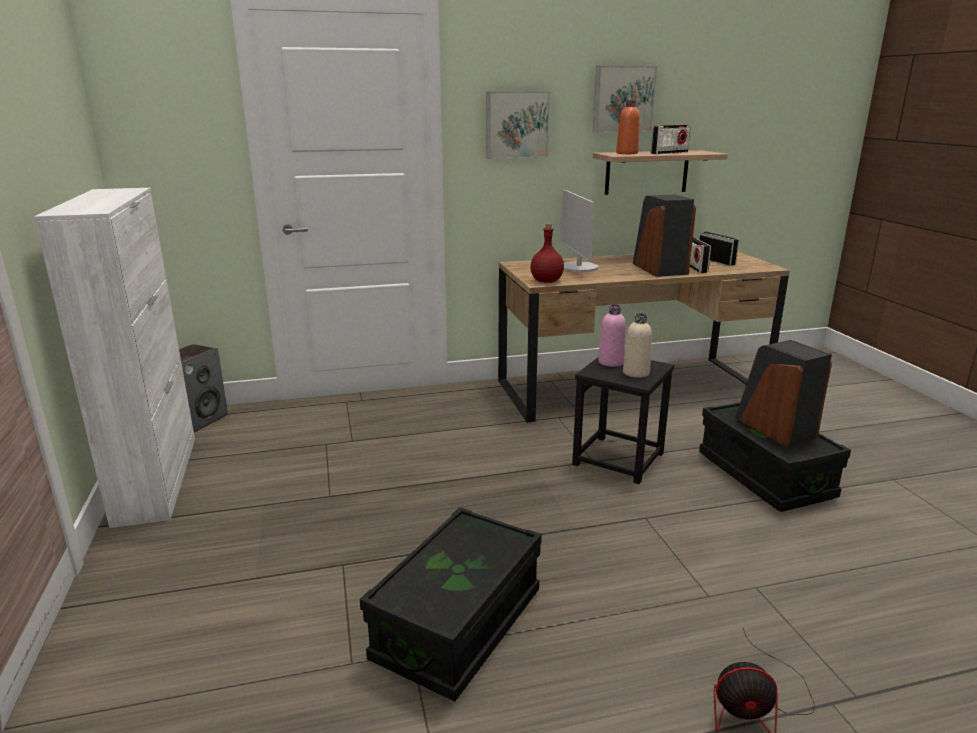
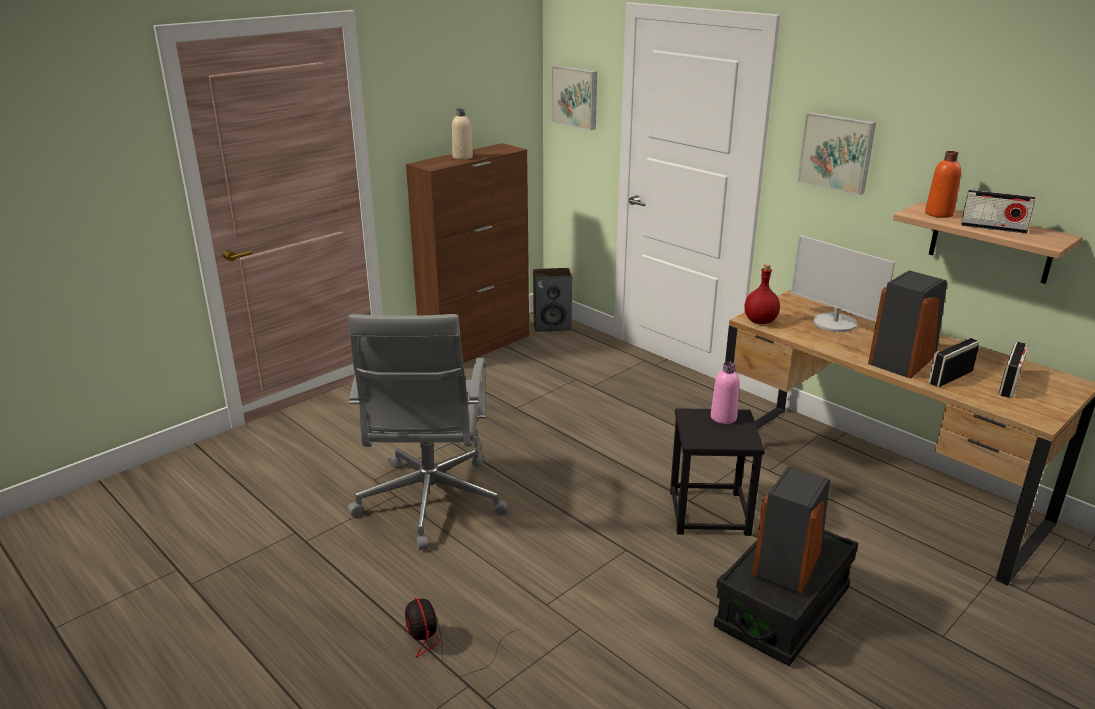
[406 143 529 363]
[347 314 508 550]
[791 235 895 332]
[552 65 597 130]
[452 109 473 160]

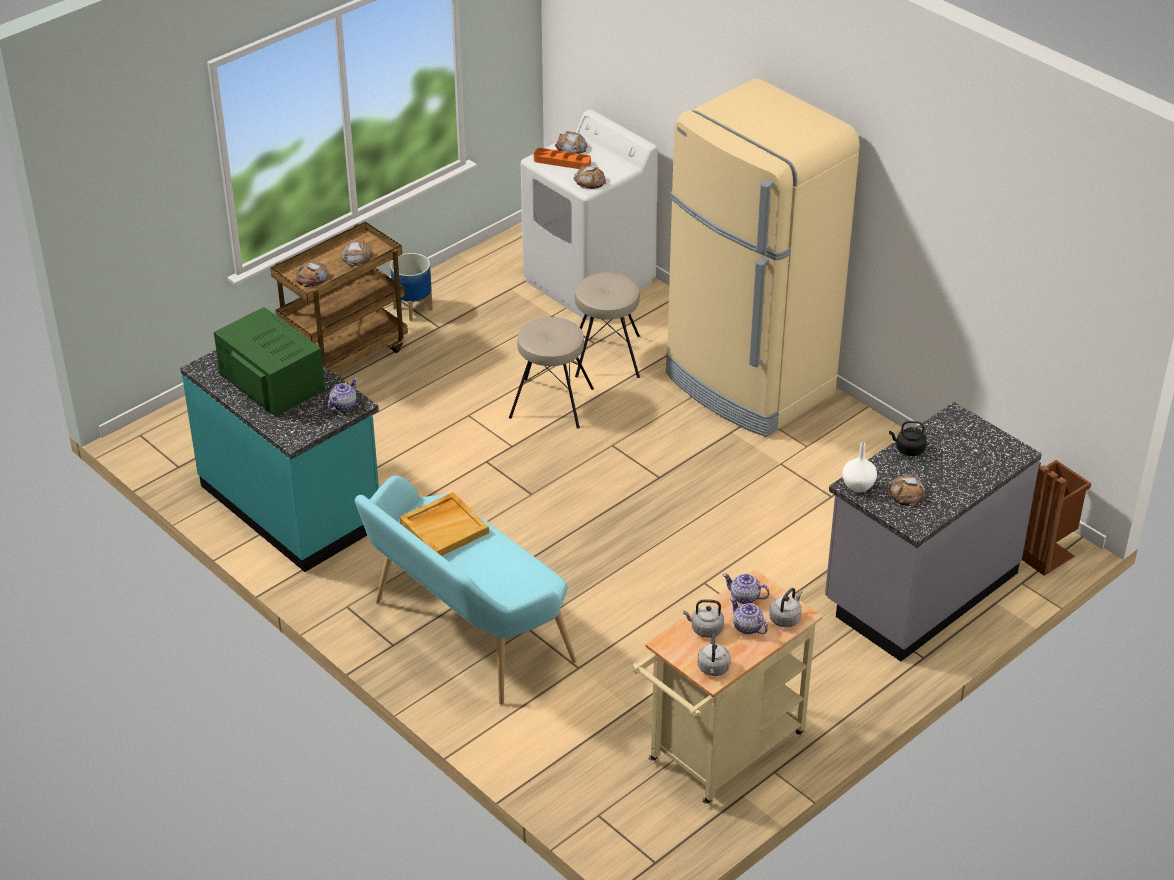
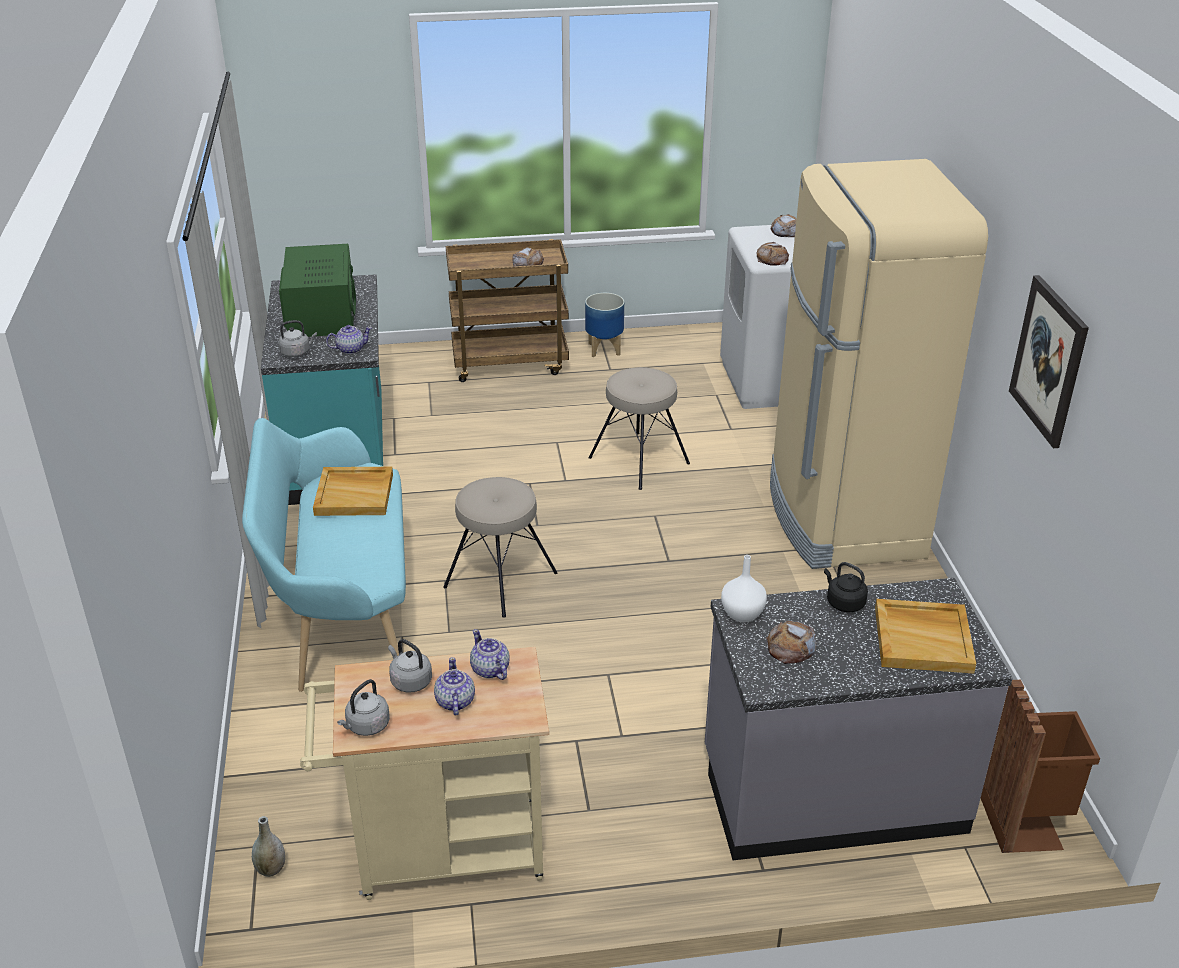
[296 261 328 287] (first image)
[534 148 591 169] (first image)
[443 477 557 618]
[278 320 317 357]
[252 816 285 877]
[875 599 976 674]
[1009 275 1089 448]

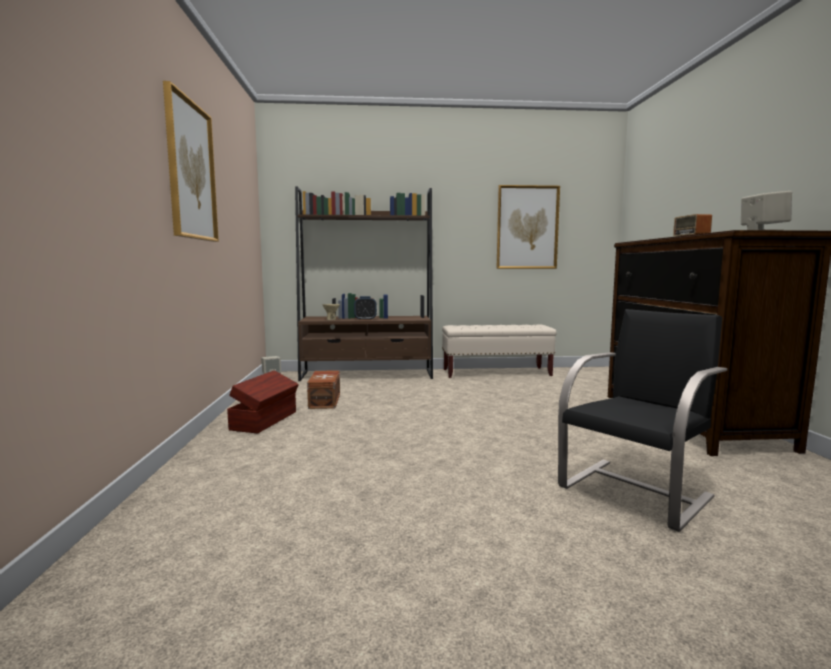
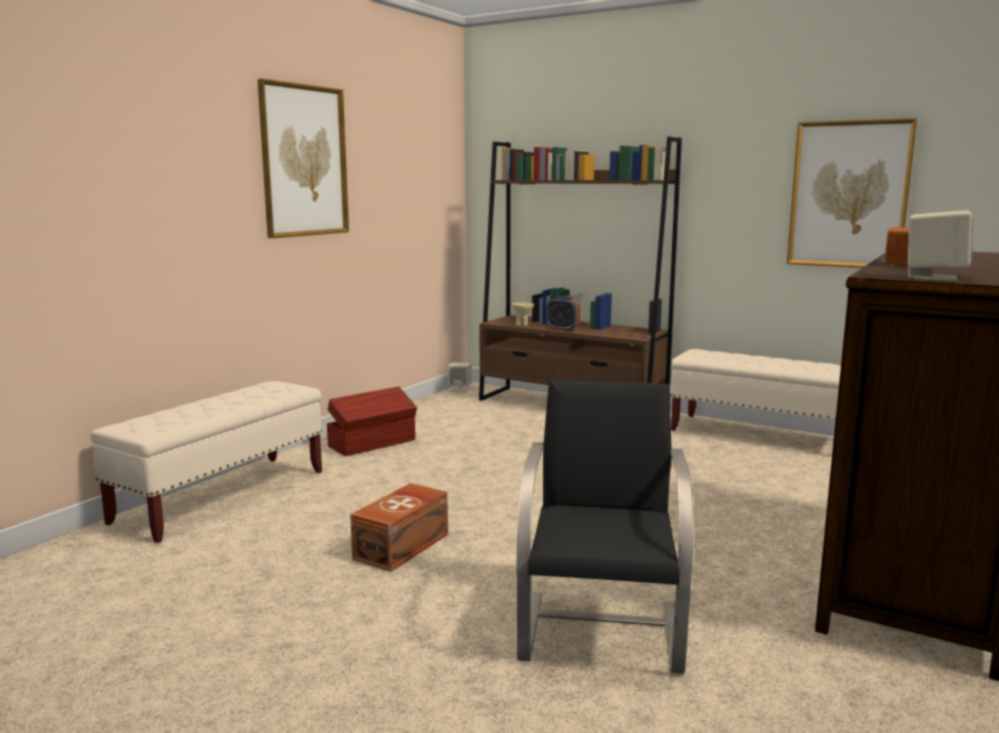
[350 483 448 572]
[517 380 693 674]
[90 381 322 543]

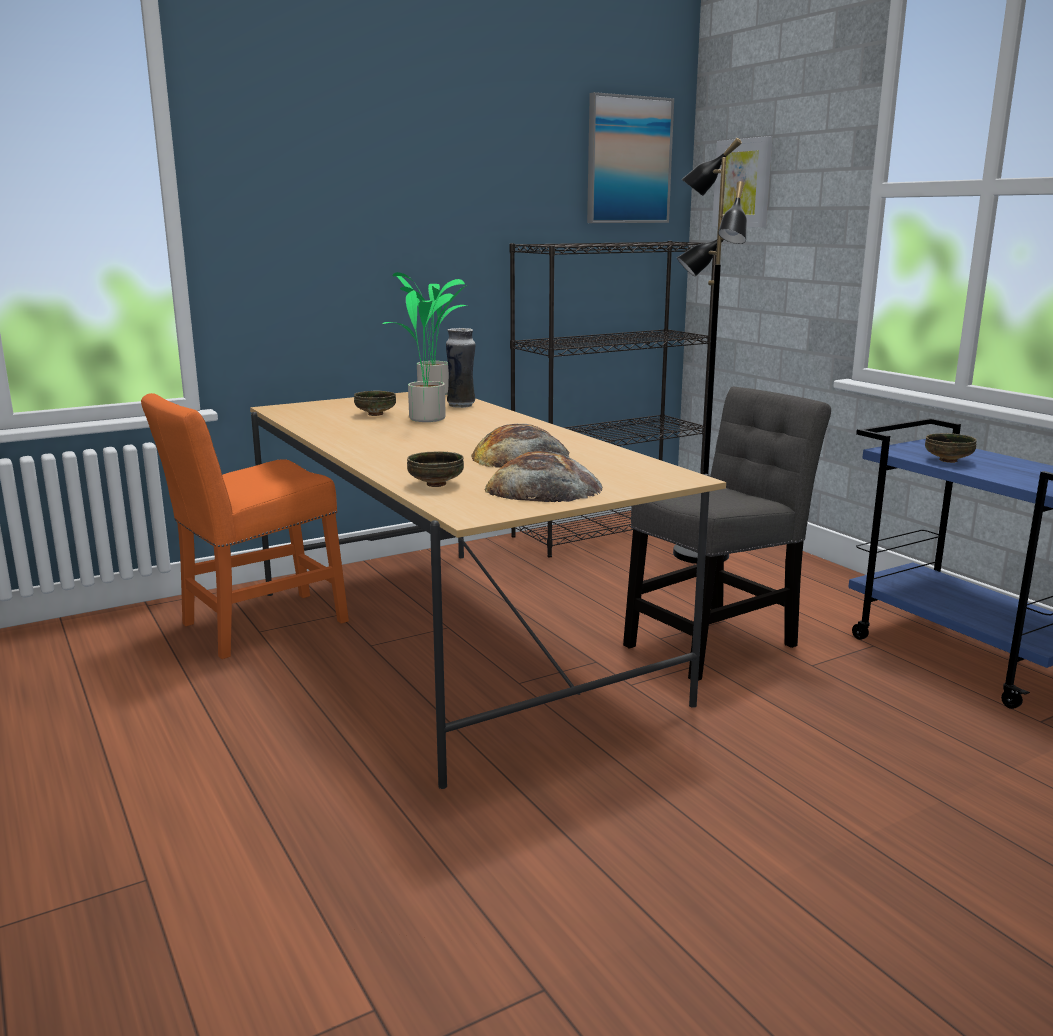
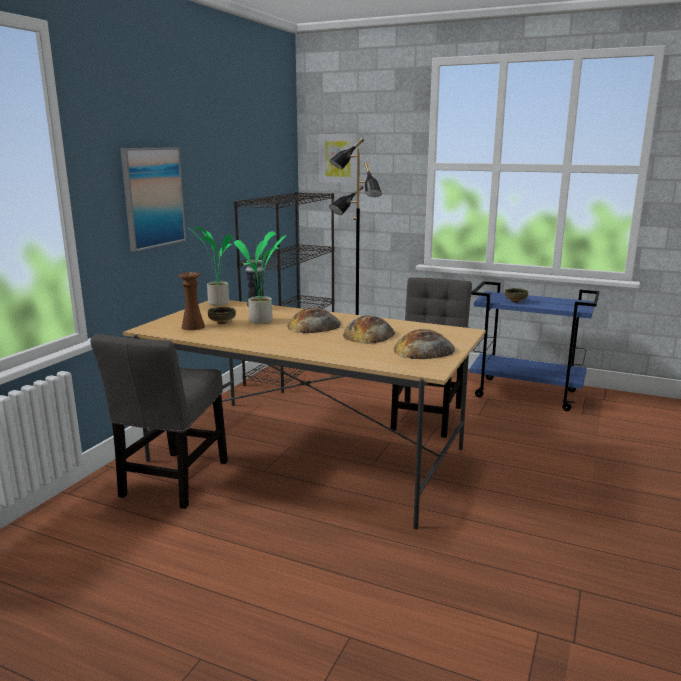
[90 334 228 509]
[407 451 464 487] (first image)
[120 147 186 252]
[179 272 205 330]
[287 307 341 333]

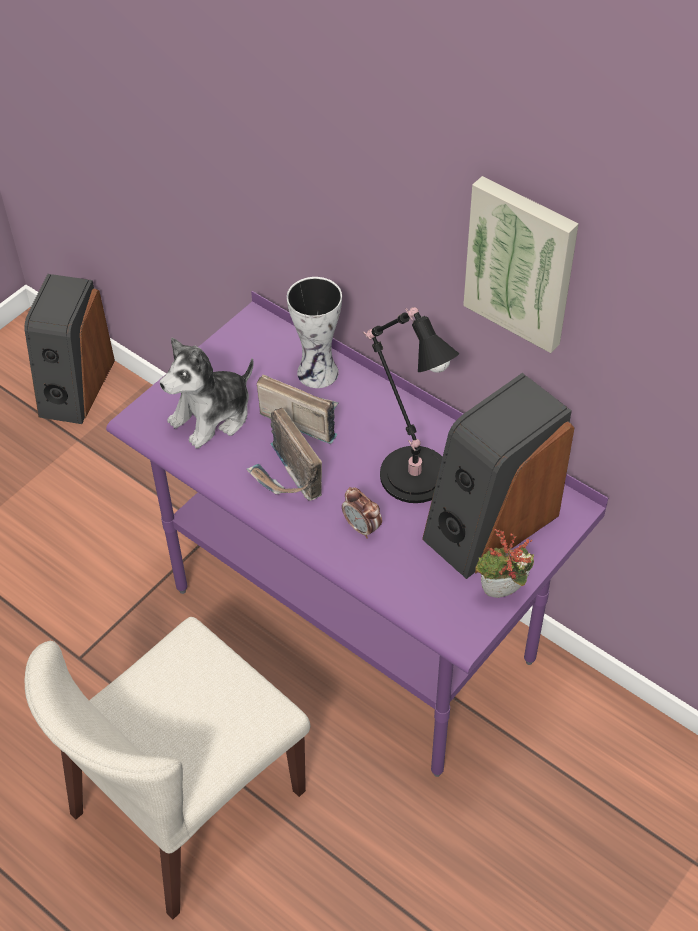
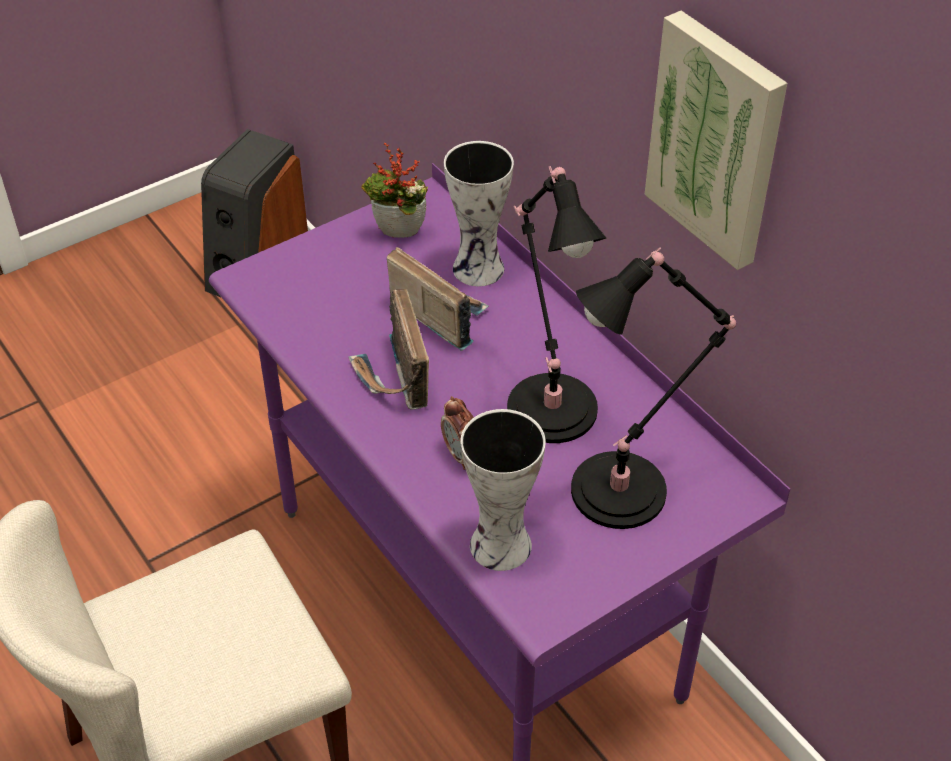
[160 337 254 449] (first image)
[571 247 736 529]
[361 143 428 238]
[460 409 546 571]

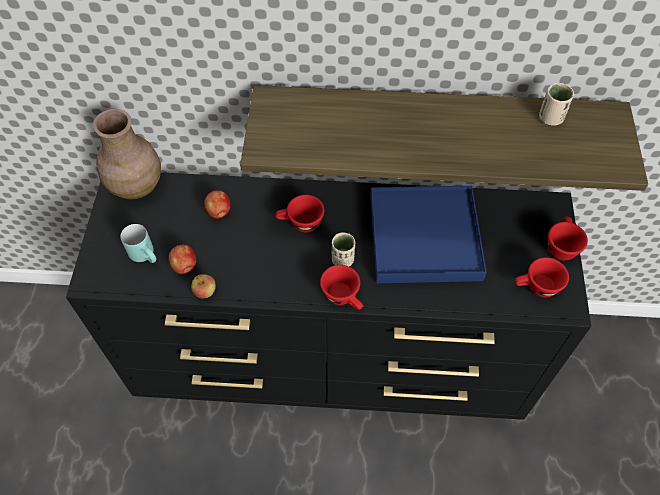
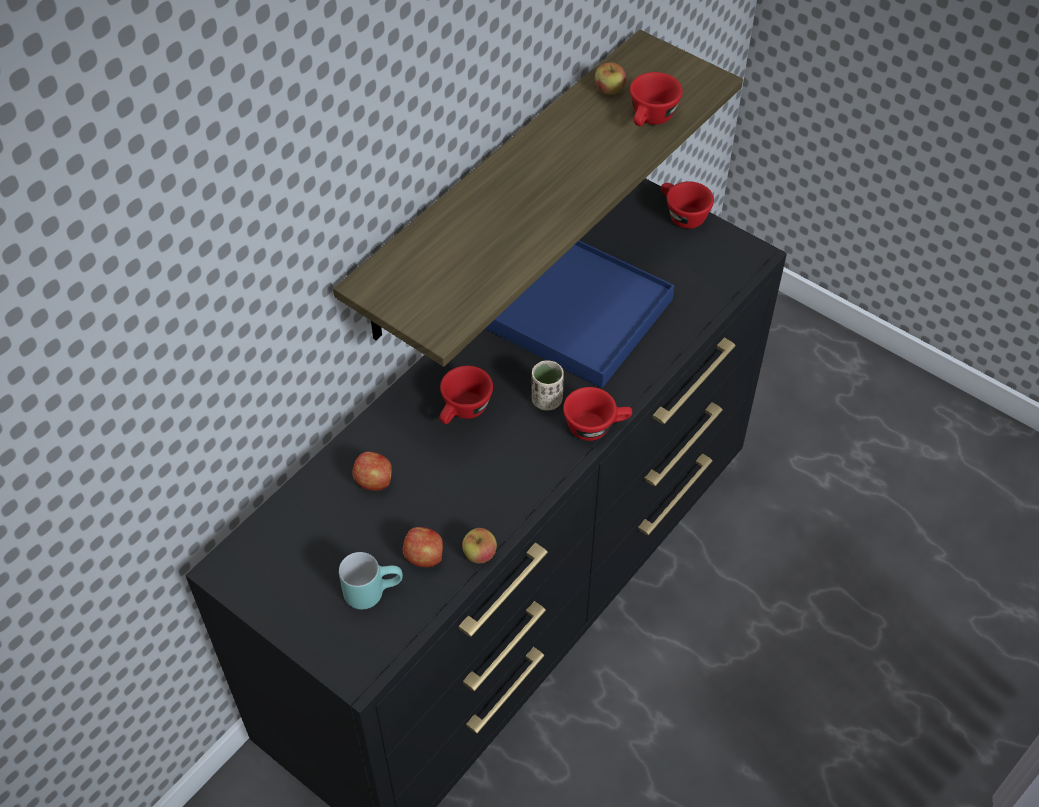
[93 109 161 199] (first image)
[630 72 683 126]
[595 63 626 95]

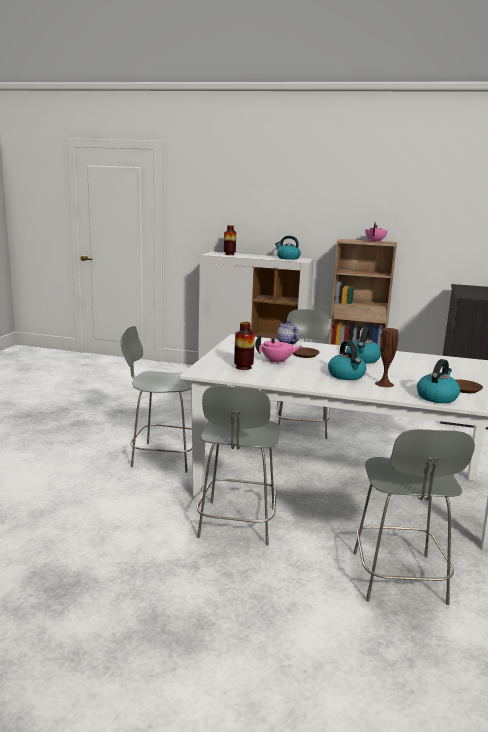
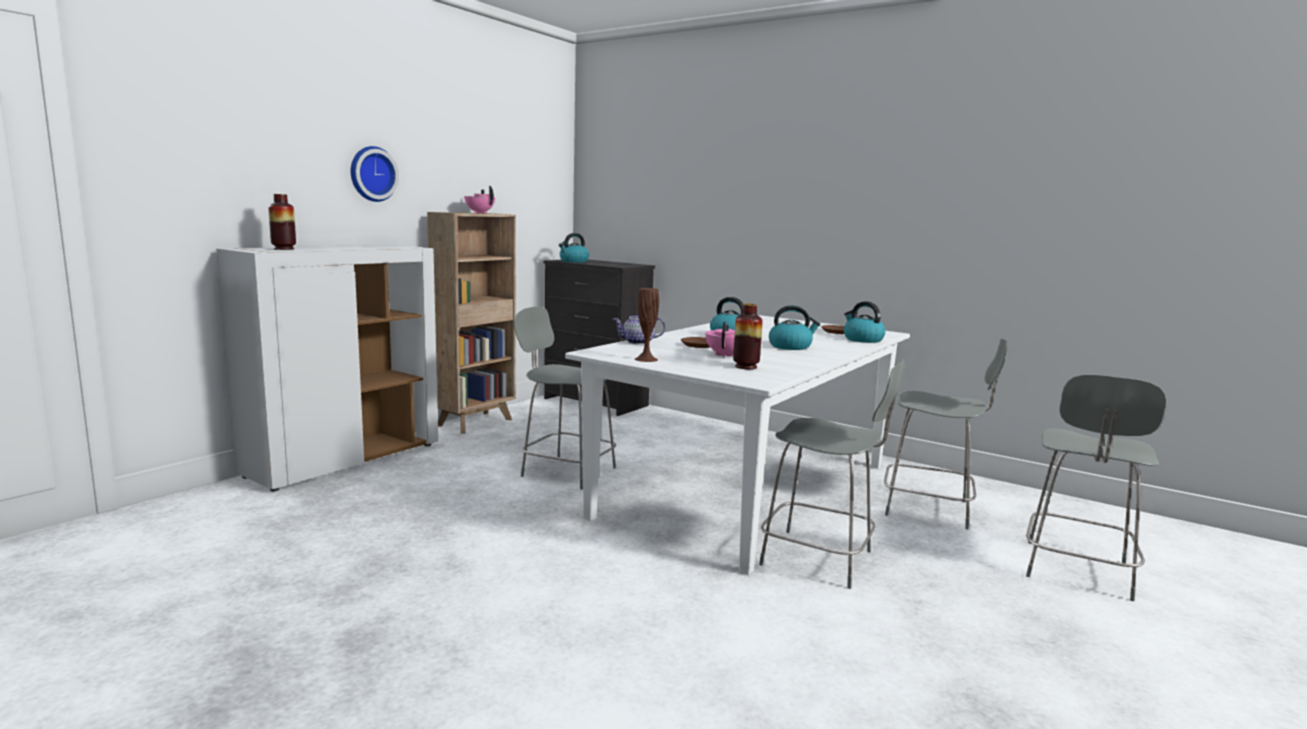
[1026 374 1167 601]
[559 233 589 263]
[635 288 659 362]
[351 146 399 202]

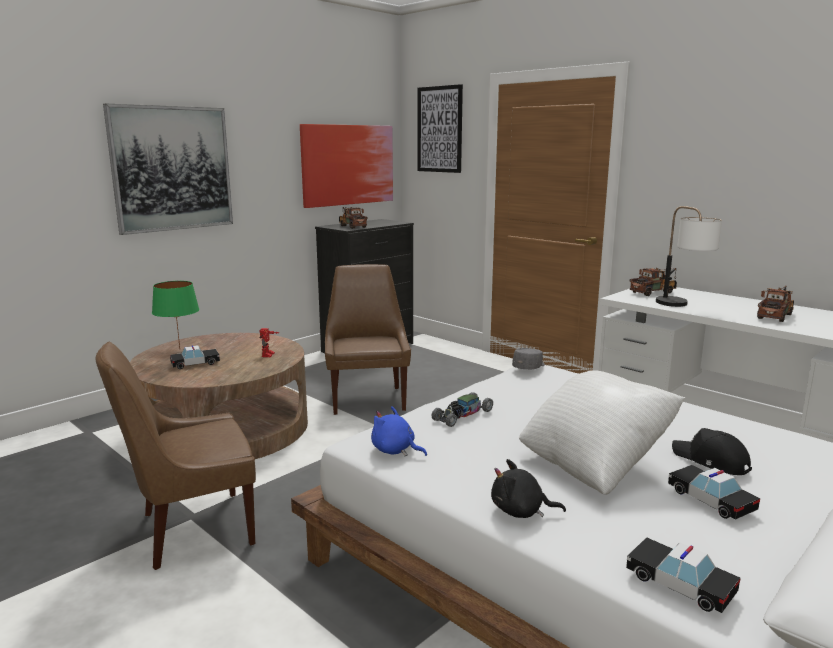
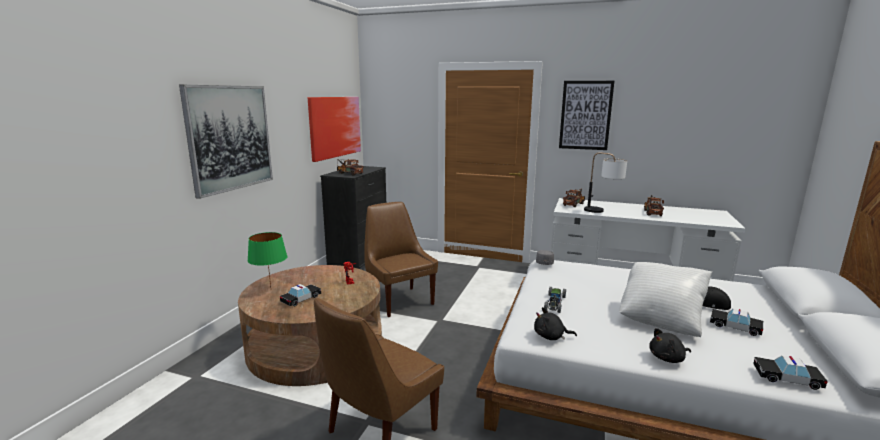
[534 307 577 340]
[559 81 614 150]

